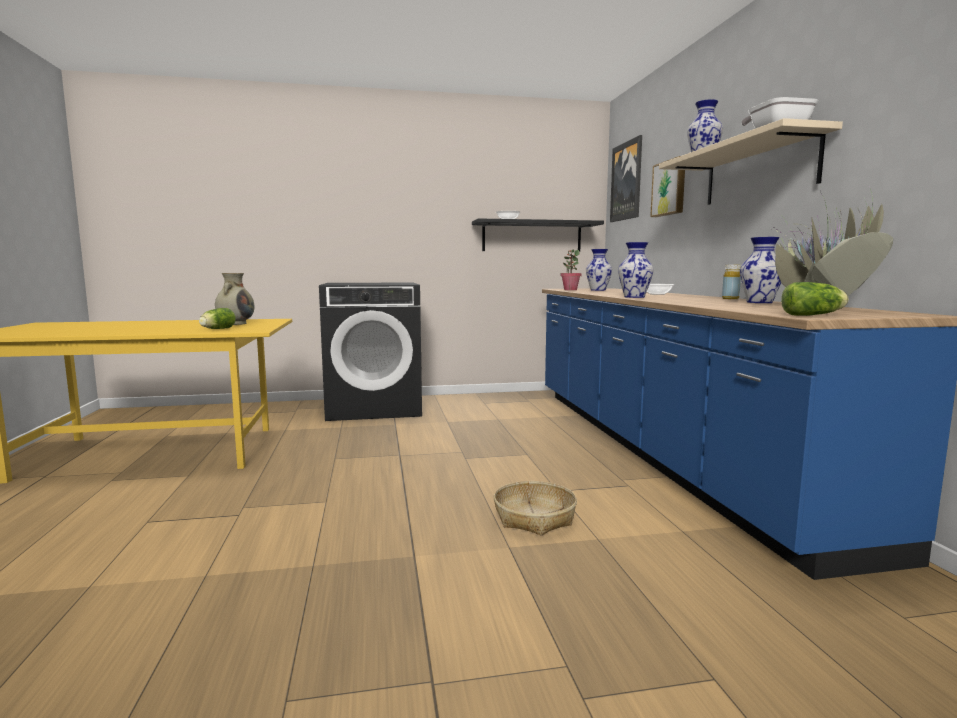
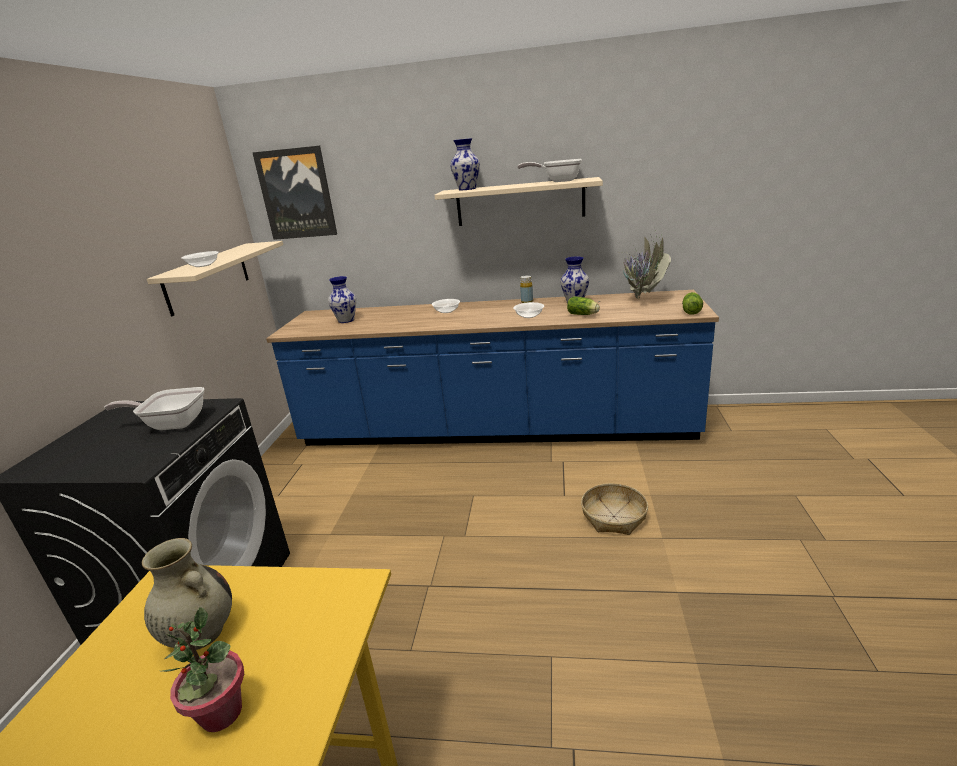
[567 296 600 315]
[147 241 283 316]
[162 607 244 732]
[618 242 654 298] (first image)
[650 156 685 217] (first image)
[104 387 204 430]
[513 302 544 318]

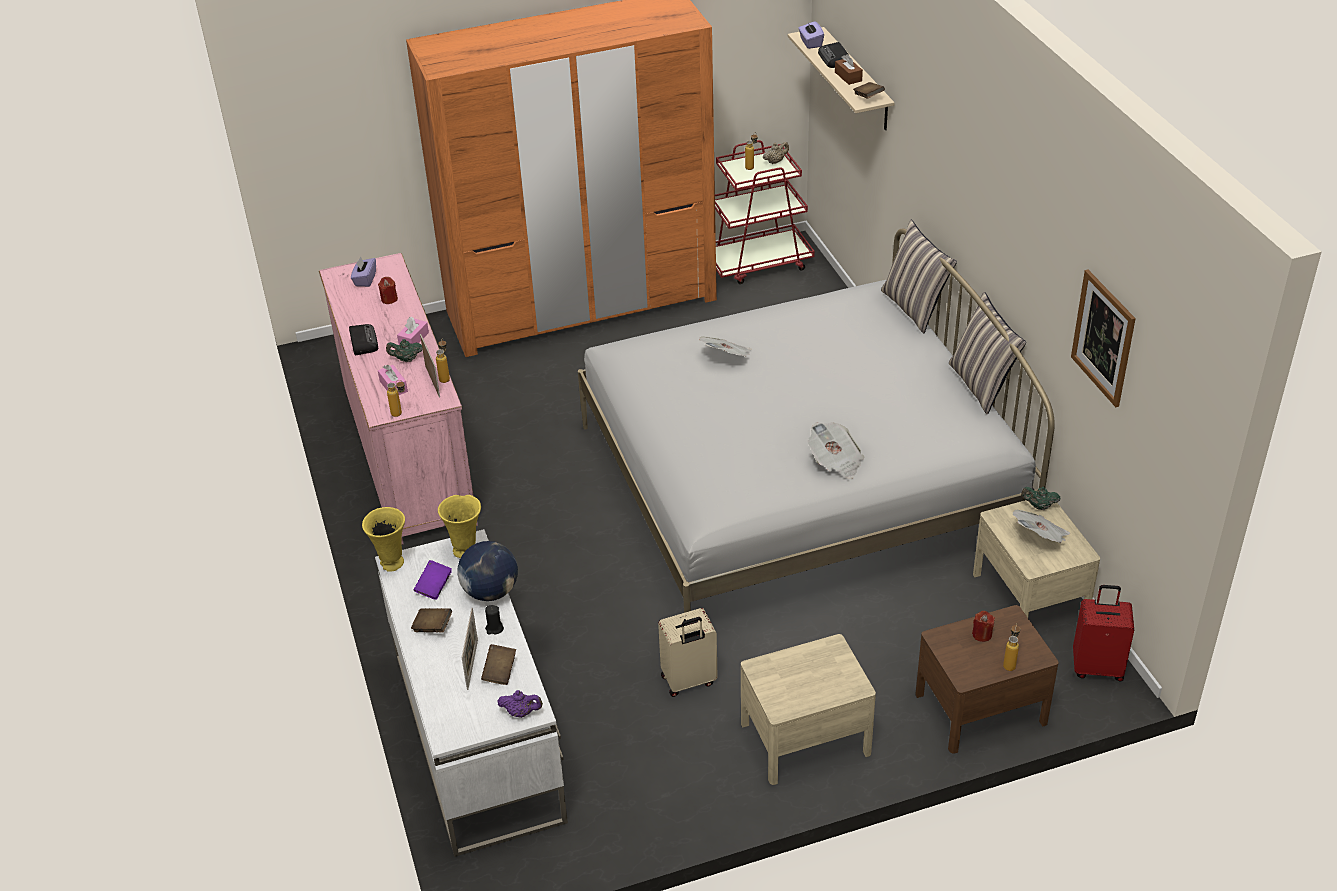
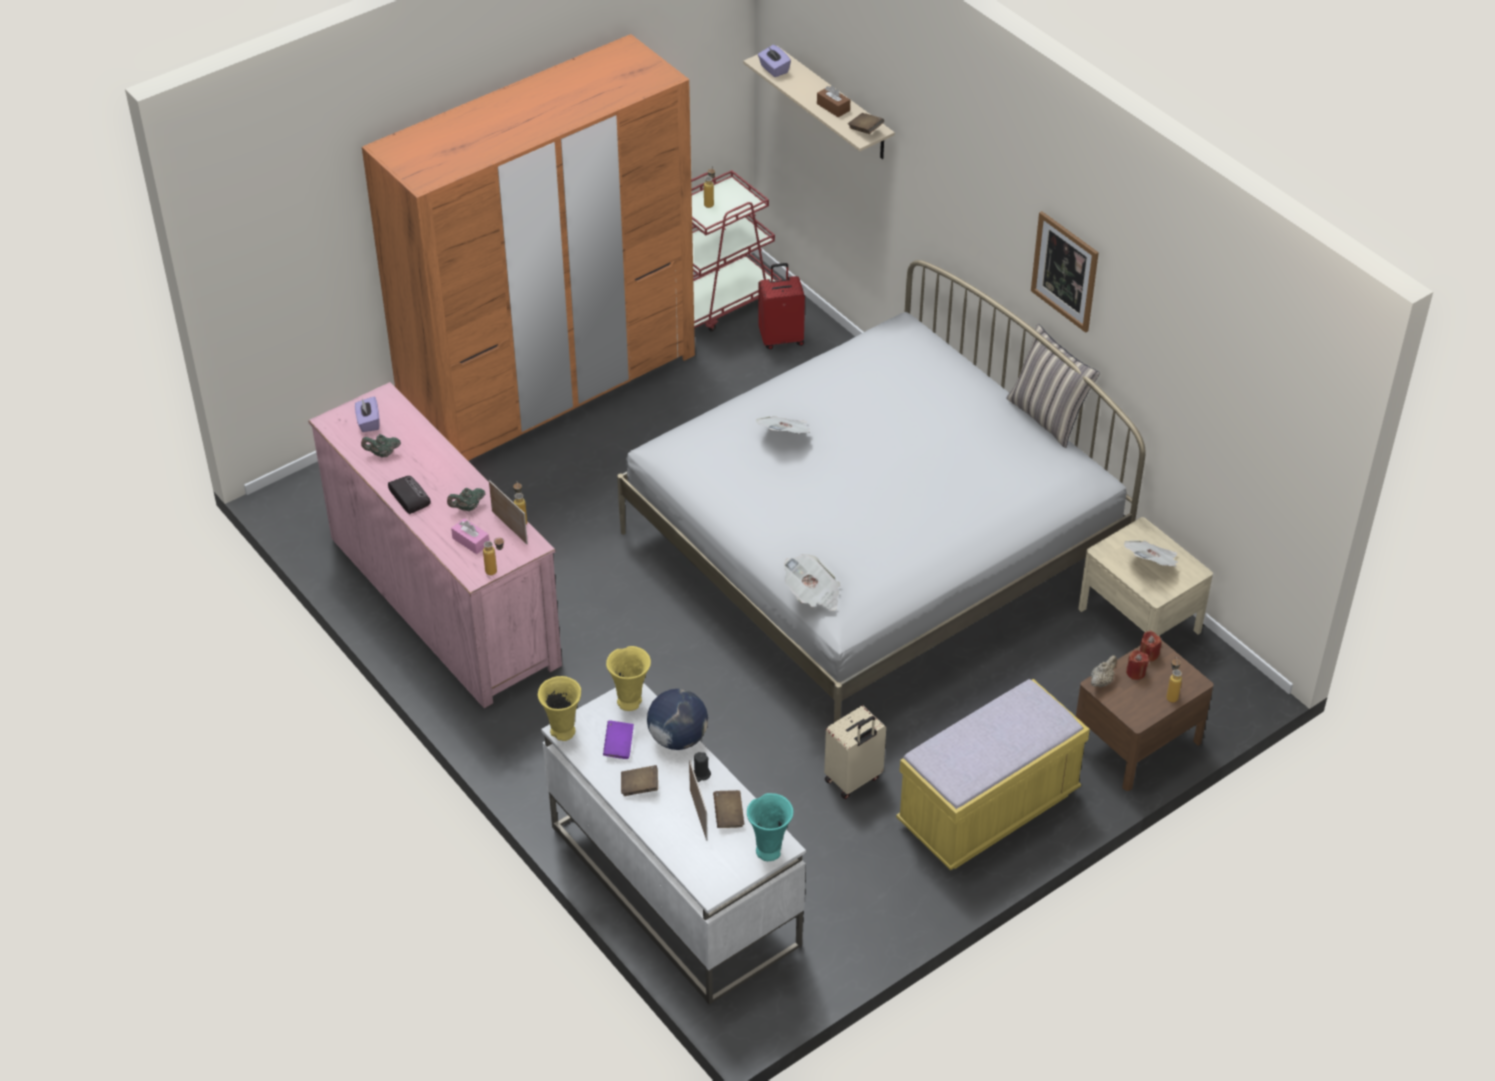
[1140 631 1161 662]
[397 317 429 345] (first image)
[747 793 794 861]
[896 679 1090 870]
[1091 655 1117 687]
[784 554 840 611]
[818 42 848 68] (first image)
[881 220 957 333] (first image)
[361 434 401 458]
[1031 211 1099 333]
[758 263 805 349]

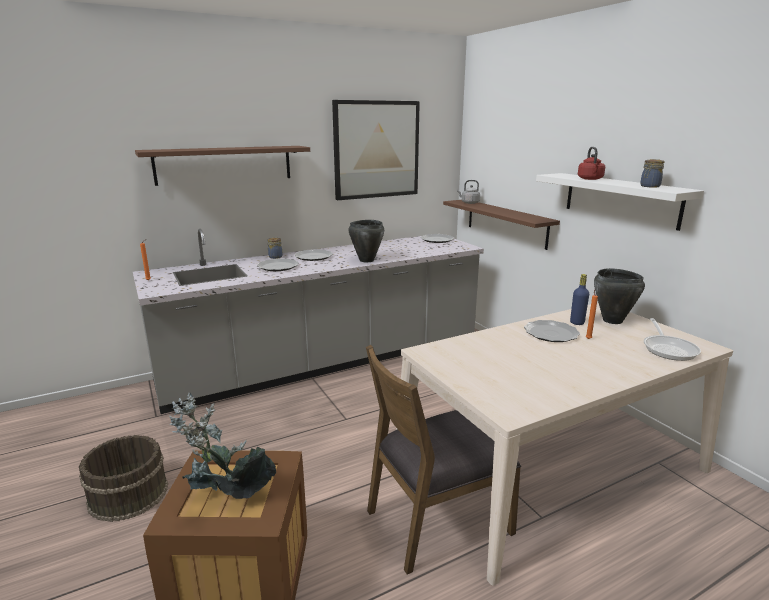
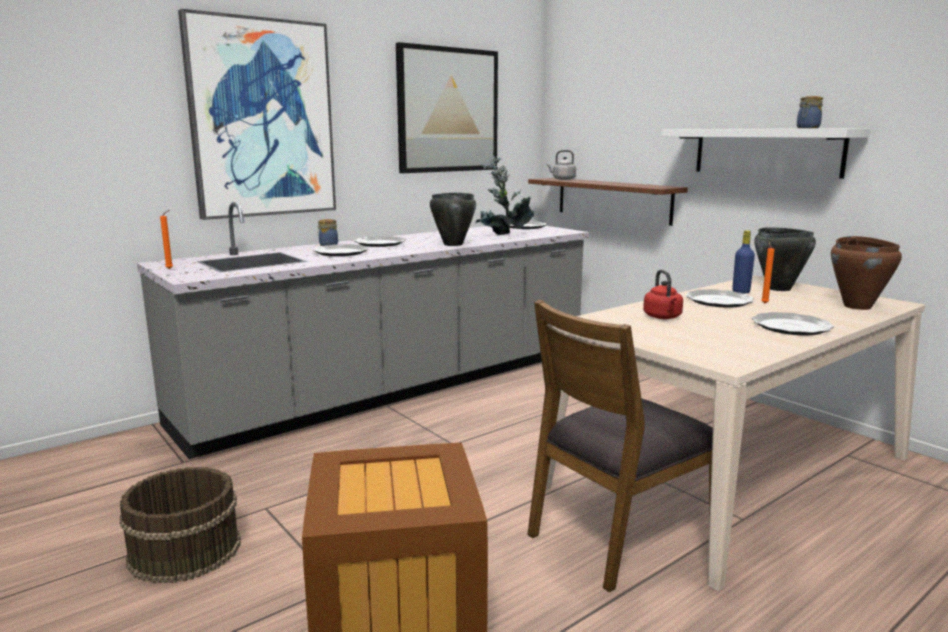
[178 9 336 220]
[476 155 534 235]
[643 270 683 319]
[831 236 902 310]
[752 312 834 335]

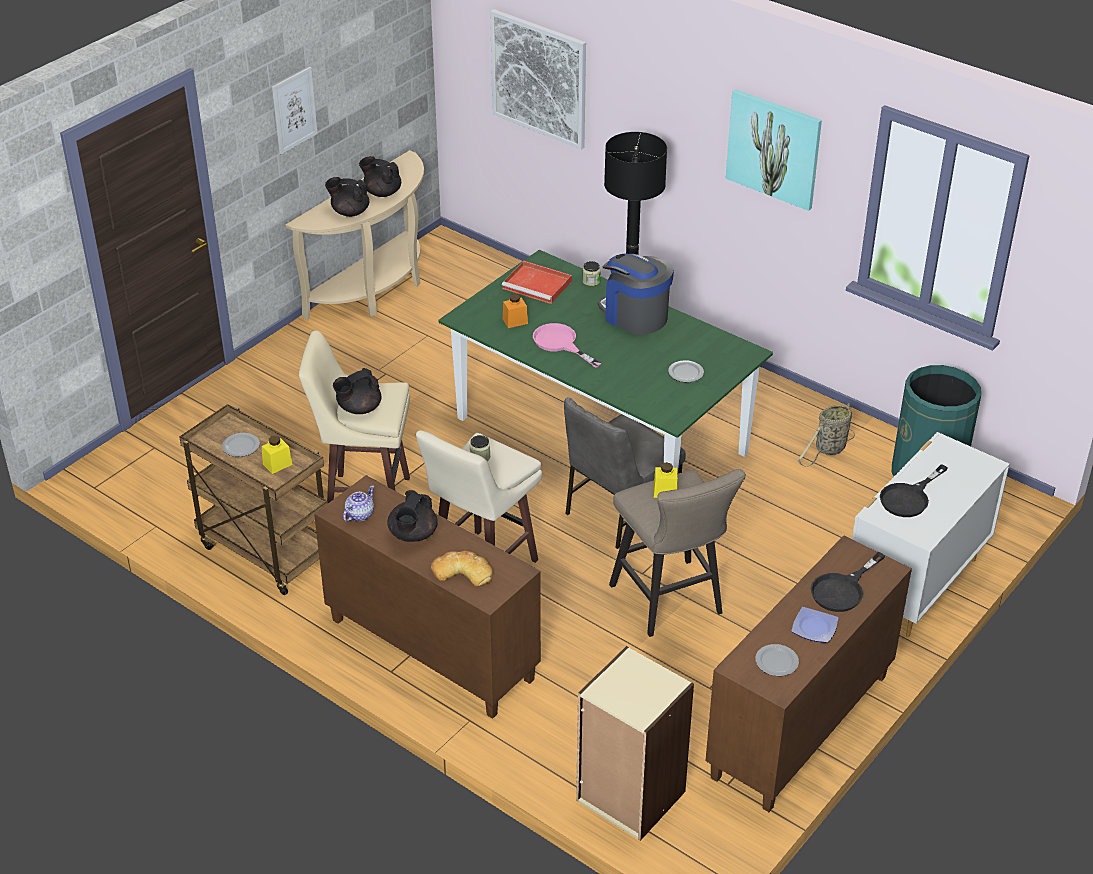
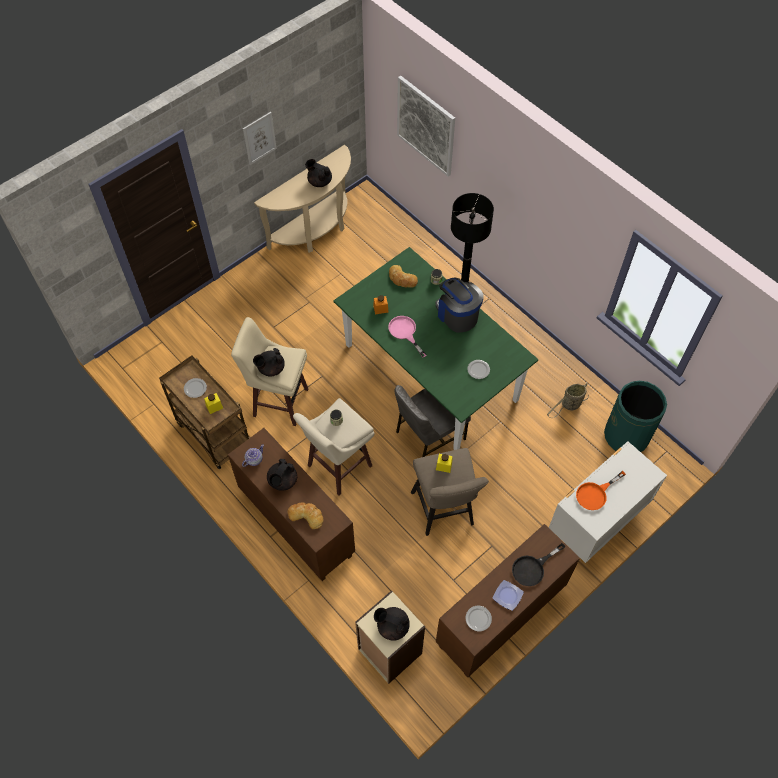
[374 607 410 641]
[389 265 418 288]
[725 89 822 211] (first image)
[576 471 626 510]

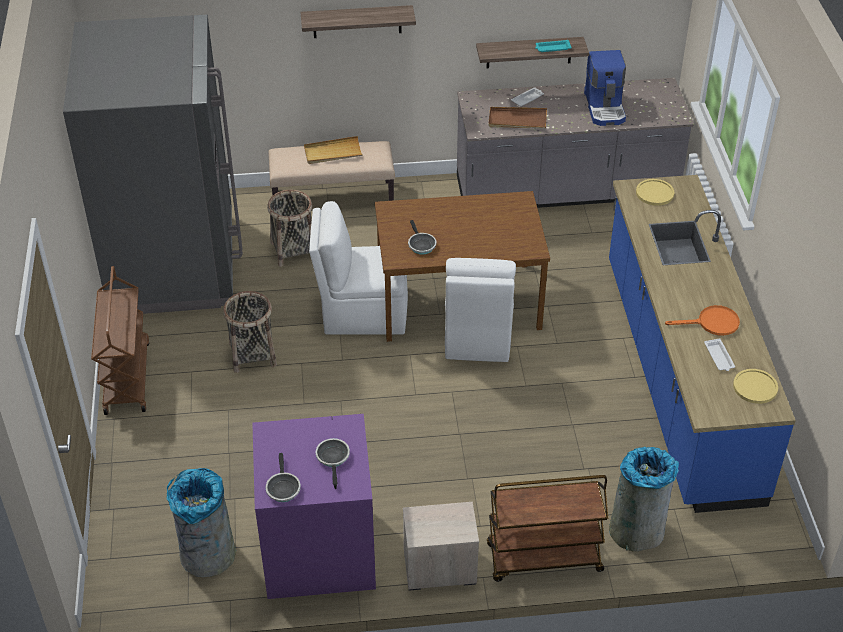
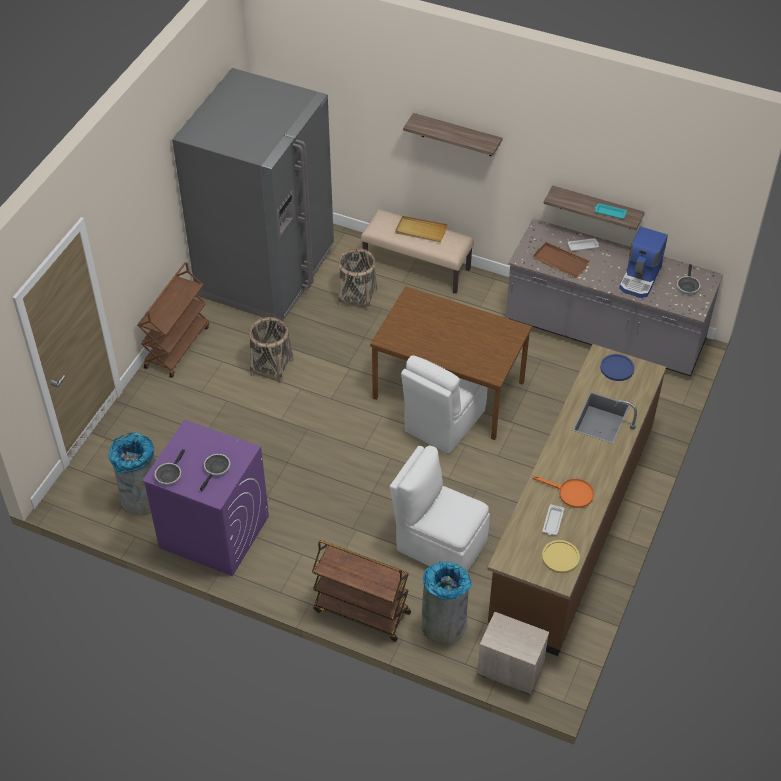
[389 445 490 572]
[477 612 549 695]
[677 264 700 295]
[487 344 666 656]
[600 354 634 381]

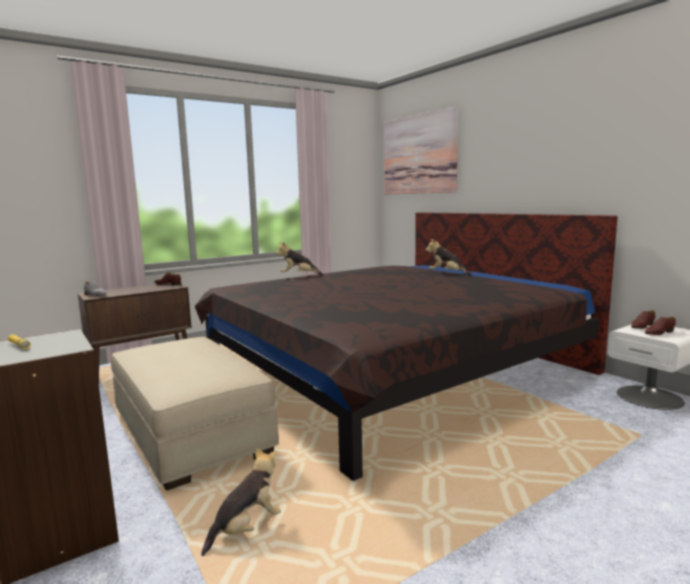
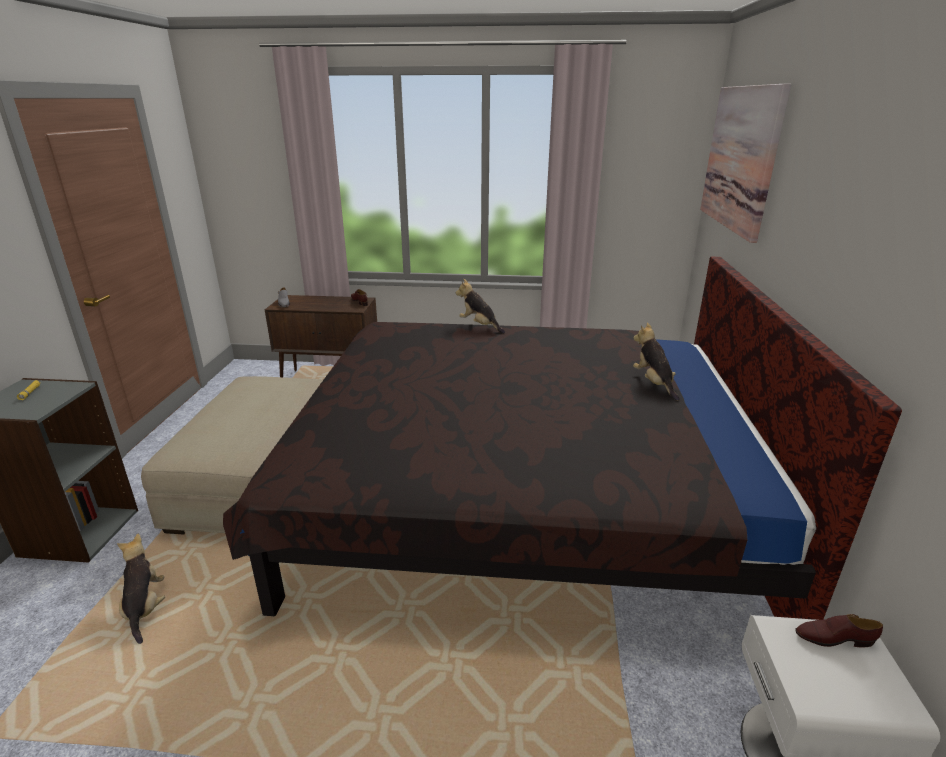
[117 534 165 644]
[645 317 676 335] (first image)

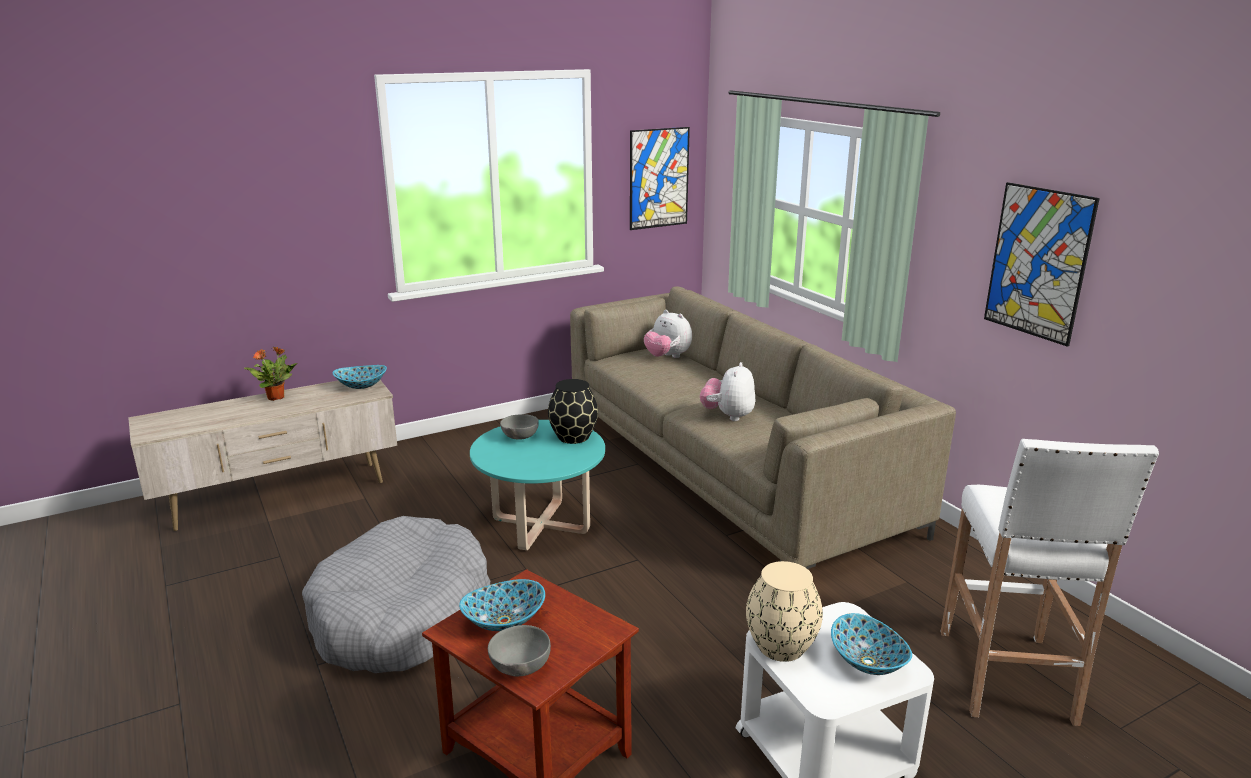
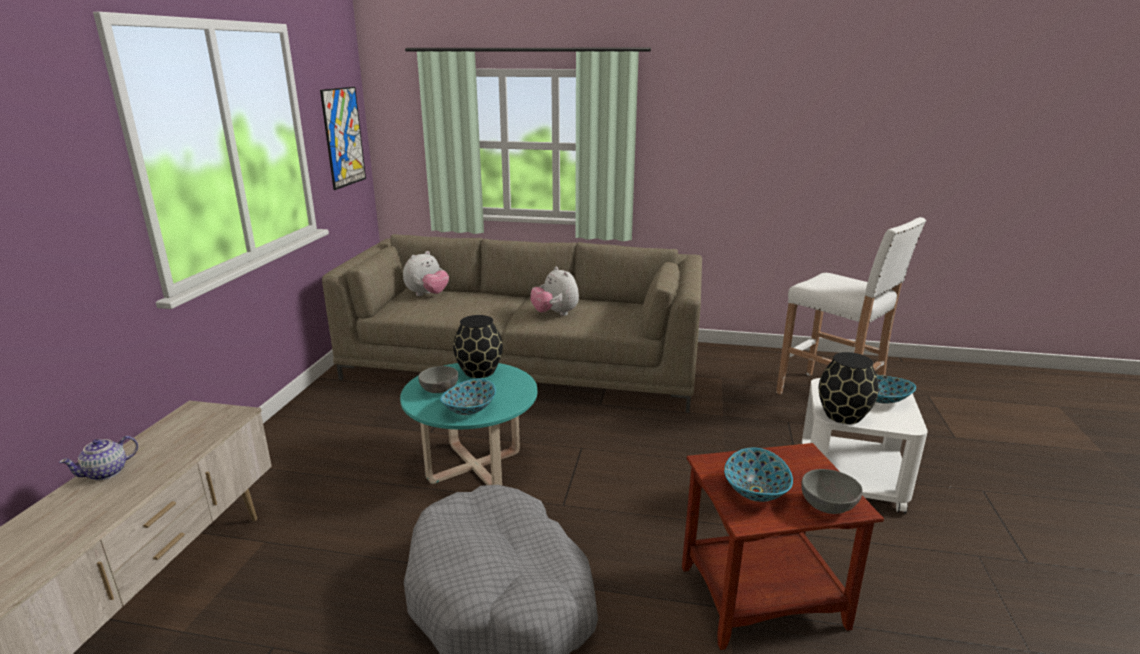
[59 436 138 480]
[440 379 496 415]
[403 251 449 296]
[819 352 879 424]
[984 182 1100 347] (first image)

